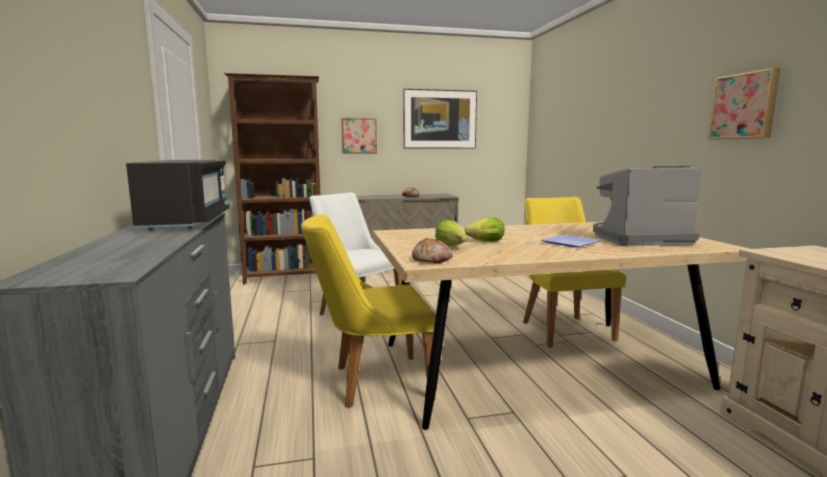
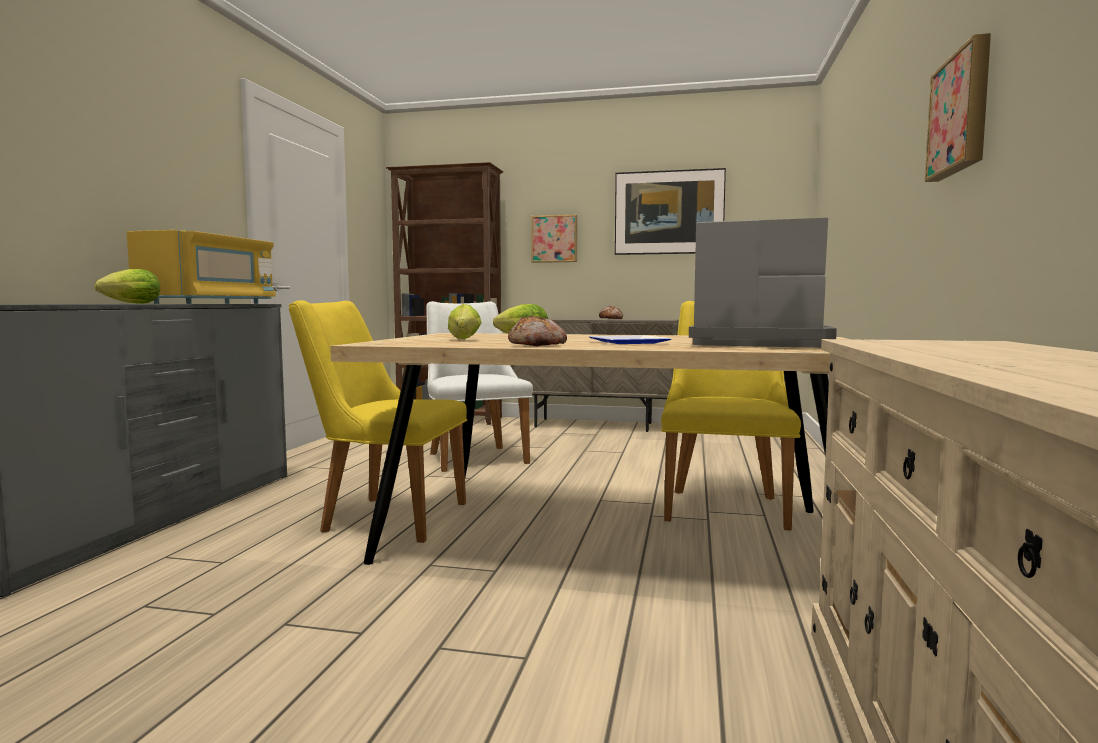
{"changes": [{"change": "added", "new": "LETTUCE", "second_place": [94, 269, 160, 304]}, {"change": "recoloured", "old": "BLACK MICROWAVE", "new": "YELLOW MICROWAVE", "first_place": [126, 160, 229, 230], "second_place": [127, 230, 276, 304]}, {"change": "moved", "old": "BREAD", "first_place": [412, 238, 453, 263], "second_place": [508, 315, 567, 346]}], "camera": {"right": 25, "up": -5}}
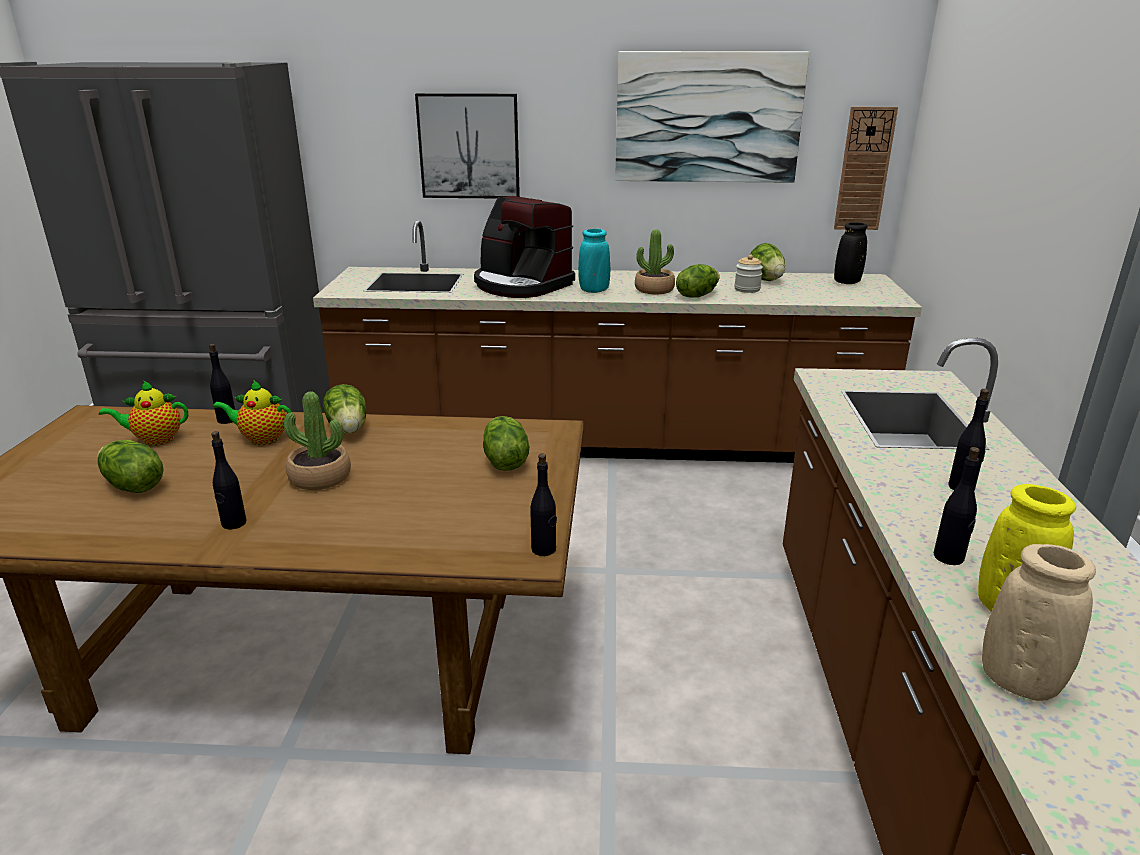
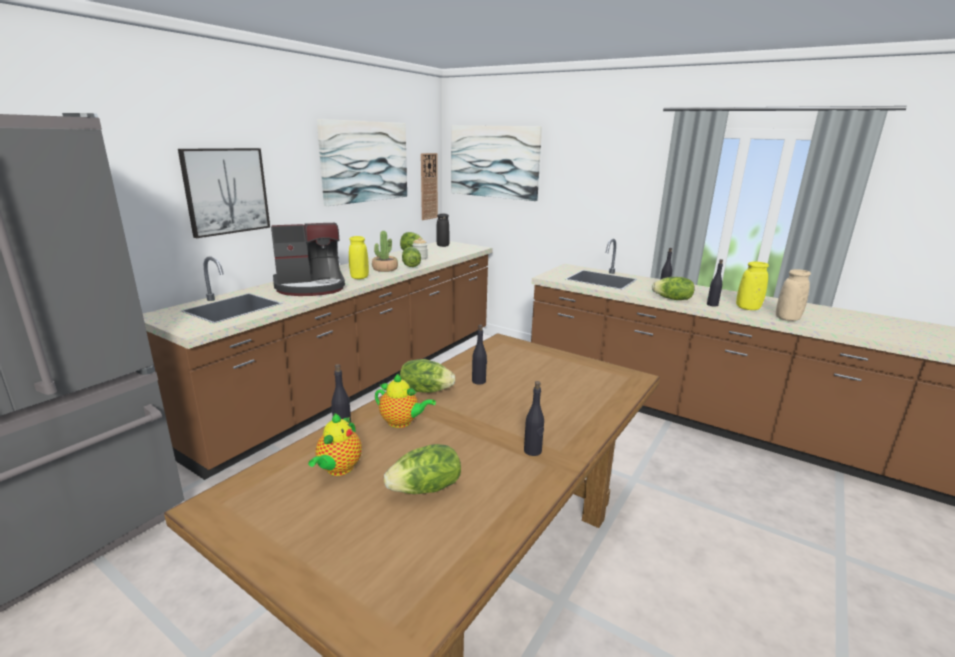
{"changes": [{"change": "recoloured", "old": "TURQUOISE VASE", "new": "YELLOW VASE", "first_place": [578, 229, 610, 293], "second_place": [349, 236, 369, 279]}, {"change": "turned", "old": "TEAPOT", "first_place": [213, 380, 291, 445], "second_place": [375, 374, 436, 428], "degrees": -105}, {"change": "added", "new": "PICTURE", "second_place": [451, 125, 542, 201]}, {"change": "moved", "old": "BLACK BOTTLE", "first_place": [530, 453, 557, 556], "second_place": [472, 324, 487, 385]}, {"change": "moved", "old": "LETTUCE", "first_place": [483, 416, 529, 471], "second_place": [652, 277, 695, 300]}, {"change": "removed", "old": "POTTED PLANT", "first_place": [284, 392, 351, 490]}], "camera": {"right": -60, "up": -5}}
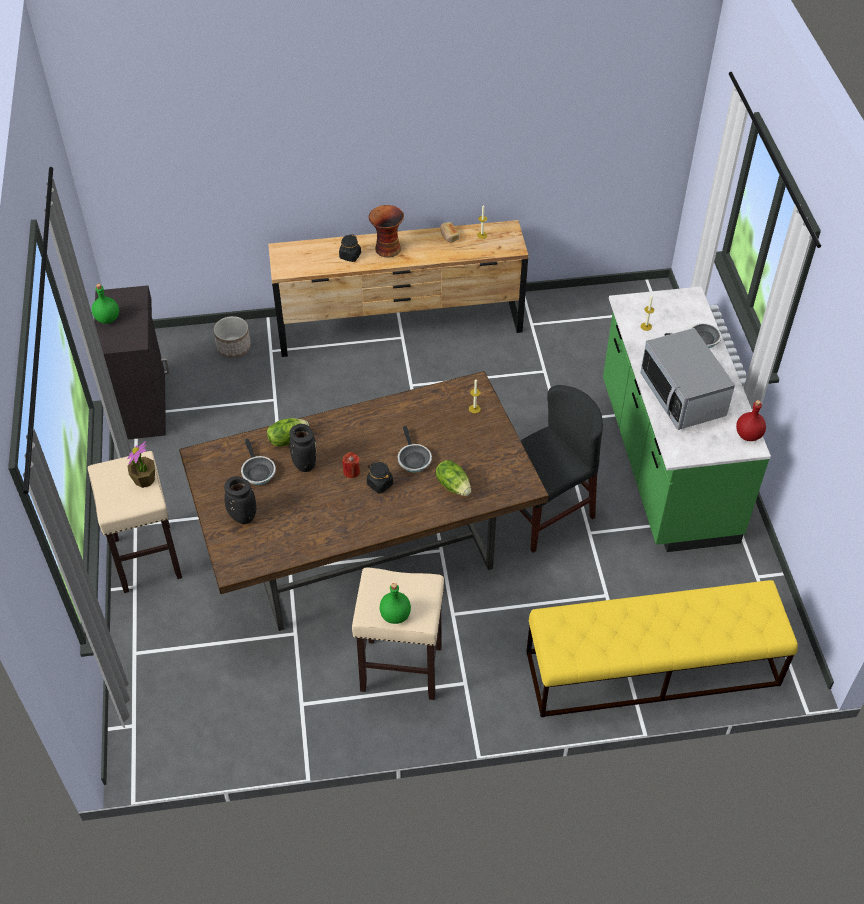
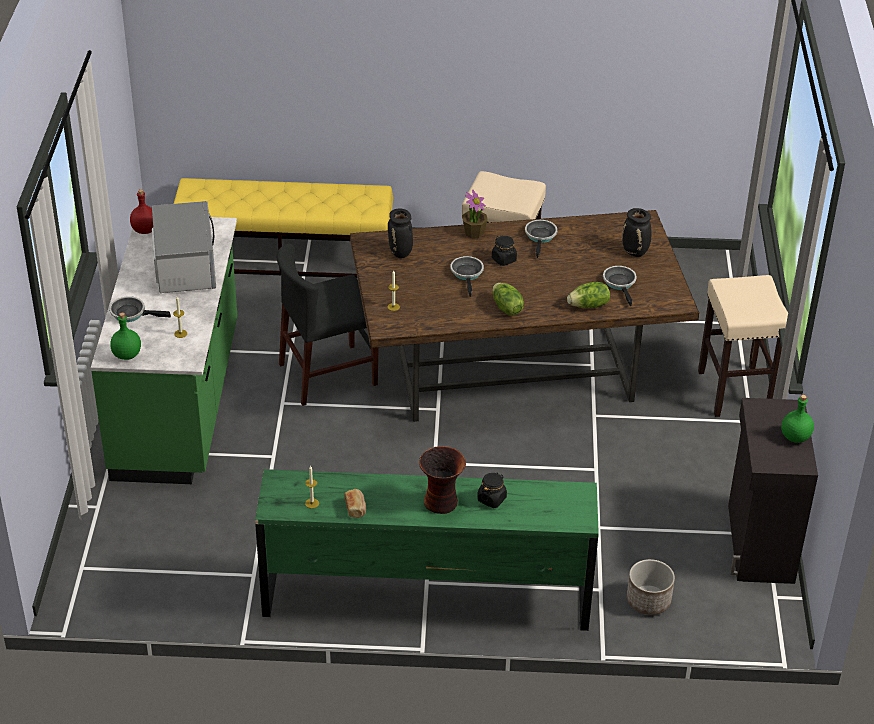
{"changes": [{"change": "moved", "old": "GREEN BOTTLE", "first_place": [380, 583, 411, 624], "second_place": [110, 312, 141, 360]}, {"change": "recoloured", "old": "BROWN DRESSER", "new": "GREEN DRESSER", "first_place": [268, 220, 528, 357], "second_place": [255, 469, 599, 631]}, {"change": "moved", "old": "BLACK VASE", "first_place": [290, 424, 317, 472], "second_place": [388, 209, 413, 258]}, {"change": "moved", "old": "POTTED PLANT", "first_place": [127, 441, 155, 488], "second_place": [462, 189, 488, 239]}, {"change": "moved", "old": "LETTUCE", "first_place": [436, 460, 471, 496], "second_place": [493, 283, 524, 316]}, {"change": "added", "new": "FRYING PAN", "second_place": [525, 220, 557, 258]}, {"change": "removed", "old": "RED CANDLE", "first_place": [342, 452, 360, 478]}], "camera": {"right": -170, "up": -10}}
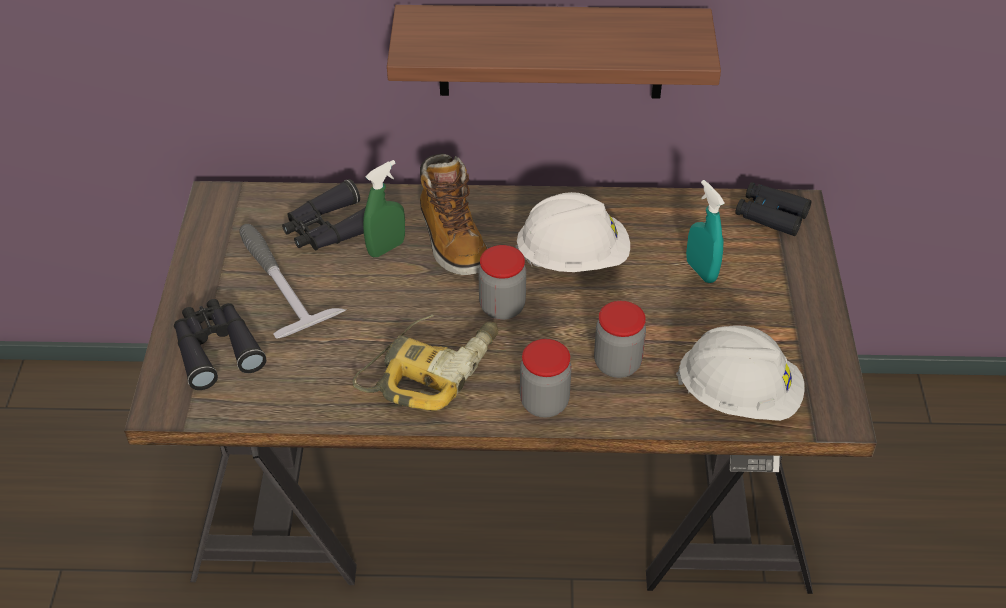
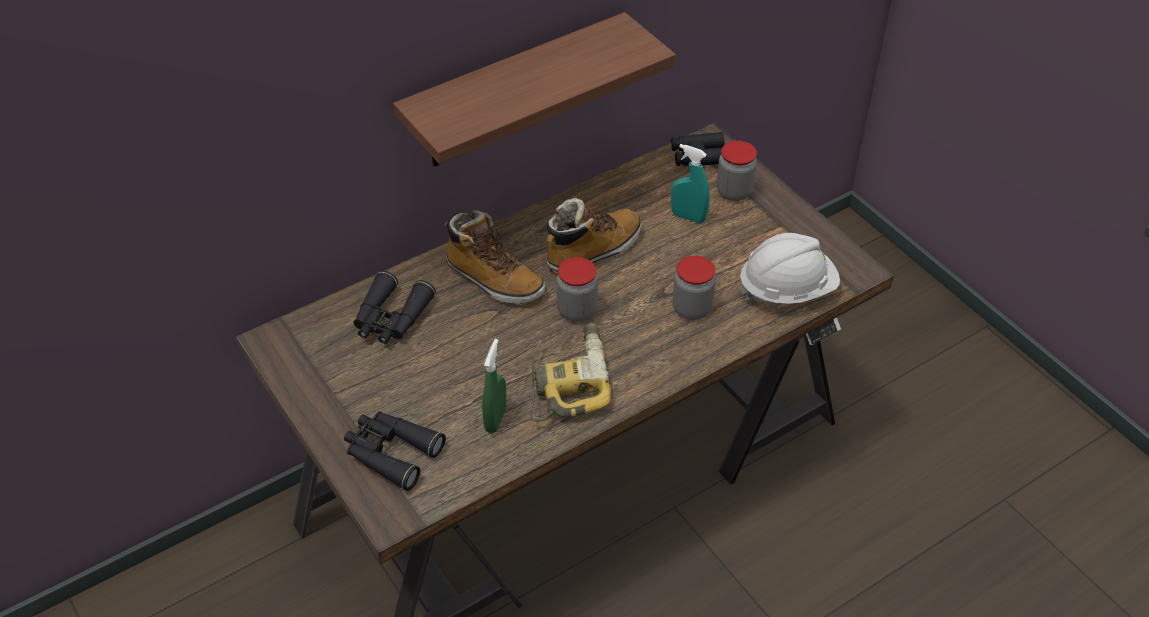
{"changes": [{"change": "moved", "old": "GREEN SPRAY BOTTLE", "first_place": [363, 160, 405, 257], "second_place": [482, 339, 507, 433]}, {"change": "replaced", "old": "WHITE HARD HAT", "new": "BOOT", "first_place": [515, 192, 630, 272], "second_place": [546, 198, 642, 274]}, {"change": "moved", "old": "JAR", "first_place": [520, 339, 572, 417], "second_place": [717, 141, 757, 201]}, {"change": "removed", "old": "HAMMER", "first_place": [239, 224, 346, 339]}], "camera": {"right": -35, "up": 0}}
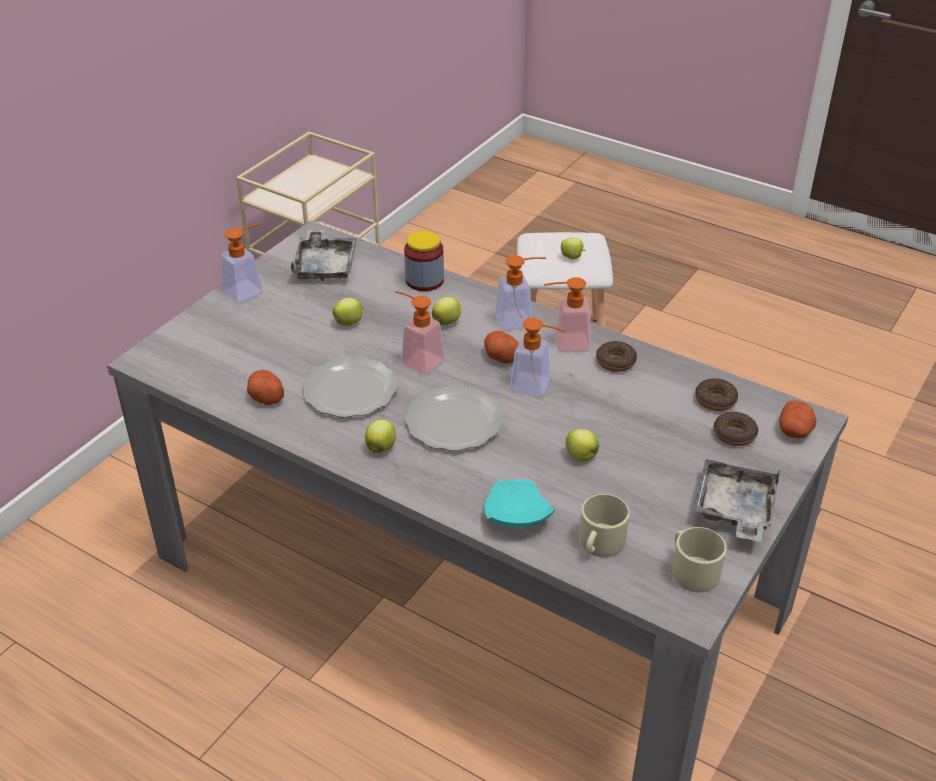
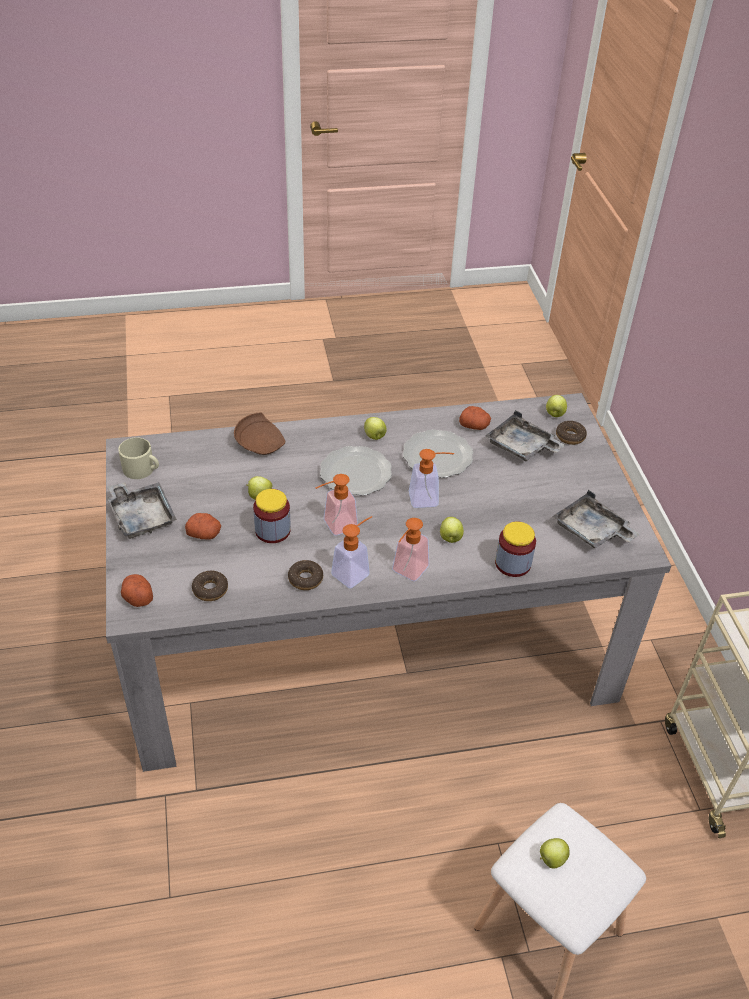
{"changes": [{"change": "moved", "old": "POTATO", "first_place": [484, 331, 519, 364], "second_place": [185, 513, 221, 539]}, {"change": "recoloured", "old": "TURQUOISE PLATE", "new": "BROWN PLATE", "first_place": [484, 479, 555, 528], "second_place": [234, 412, 285, 455]}, {"change": "added", "new": "JAR", "second_place": [253, 489, 291, 543]}, {"change": "added", "new": "GREY TRAY", "second_place": [485, 410, 565, 461]}, {"change": "moved", "old": "APPLE", "first_place": [333, 298, 364, 325], "second_place": [546, 395, 567, 417]}, {"change": "moved", "old": "DONUT", "first_place": [714, 412, 758, 446], "second_place": [556, 421, 587, 445]}, {"change": "removed", "old": "SOAP DISPENSER", "first_place": [221, 223, 263, 303]}, {"change": "removed", "old": "BEIGE MUG", "first_place": [579, 494, 630, 557]}], "camera": {"right": 135, "up": 5}}
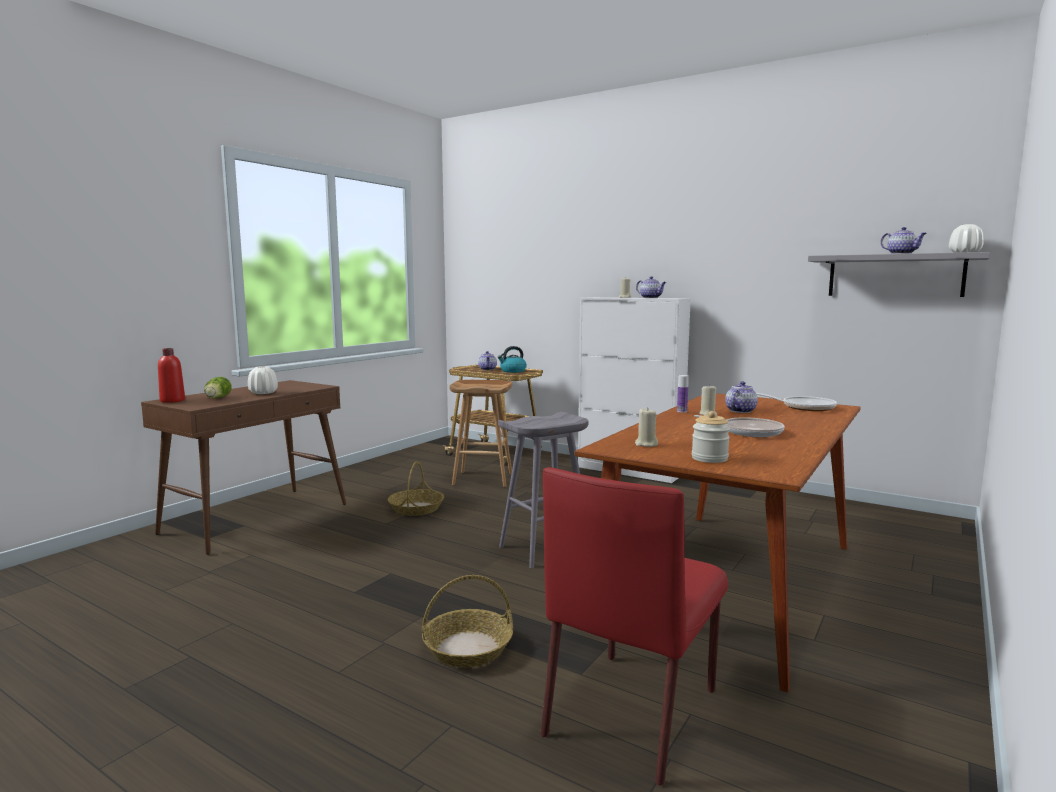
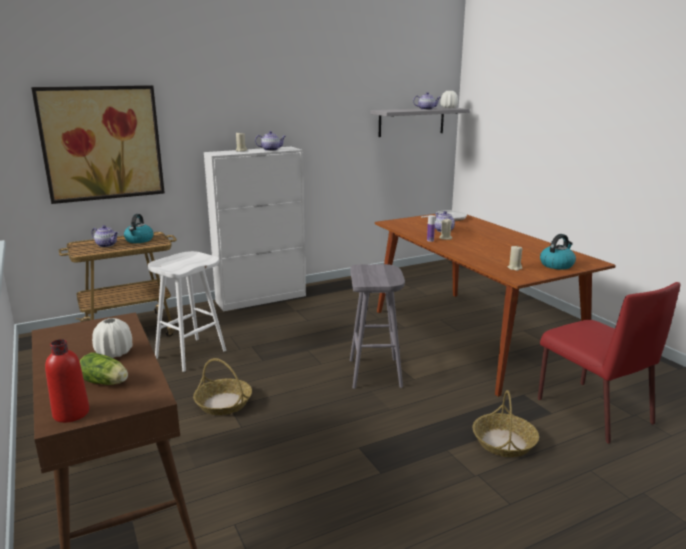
{"changes": [{"change": "added", "new": "PICTURE", "second_place": [31, 85, 165, 204]}, {"change": "recoloured", "old": "BROWN STOOL", "new": "WHITE STOOL", "first_place": [450, 380, 512, 487], "second_place": [148, 251, 226, 372]}, {"change": "replaced", "old": "JAR", "new": "KETTLE", "first_place": [692, 411, 730, 463], "second_place": [540, 234, 576, 270]}, {"change": "removed", "old": "FRYING PAN", "first_place": [694, 415, 785, 437]}], "camera": {"right": -60, "up": 10}}
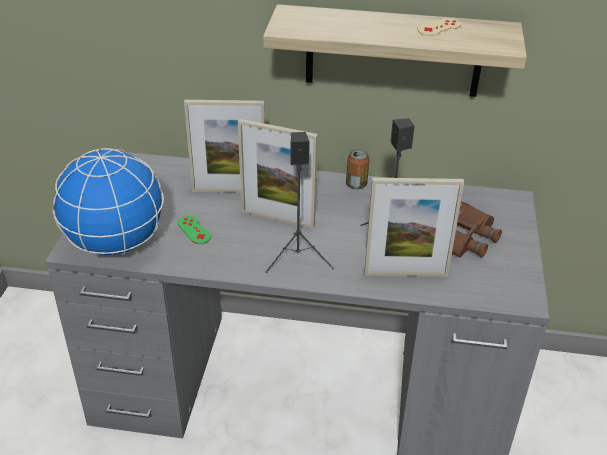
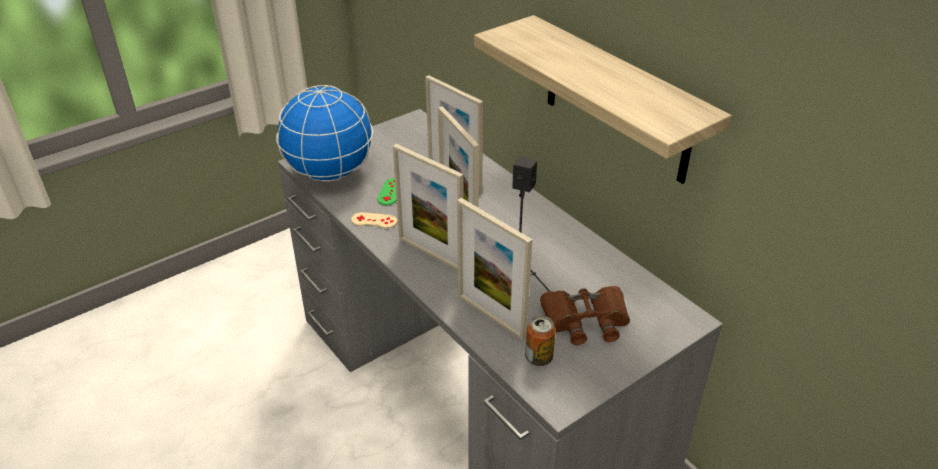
{"changes": [{"change": "moved", "old": "BEIGE GAME CONTROLLER", "first_place": [417, 18, 461, 36], "second_place": [351, 212, 397, 228]}, {"change": "replaced", "old": "BLACK SPEAKER", "new": "PICTURE FRAME", "first_place": [265, 132, 334, 273], "second_place": [393, 144, 463, 270]}, {"change": "moved", "old": "CAN", "first_place": [346, 149, 370, 189], "second_place": [525, 316, 556, 366]}], "camera": {"right": 45, "up": 0}}
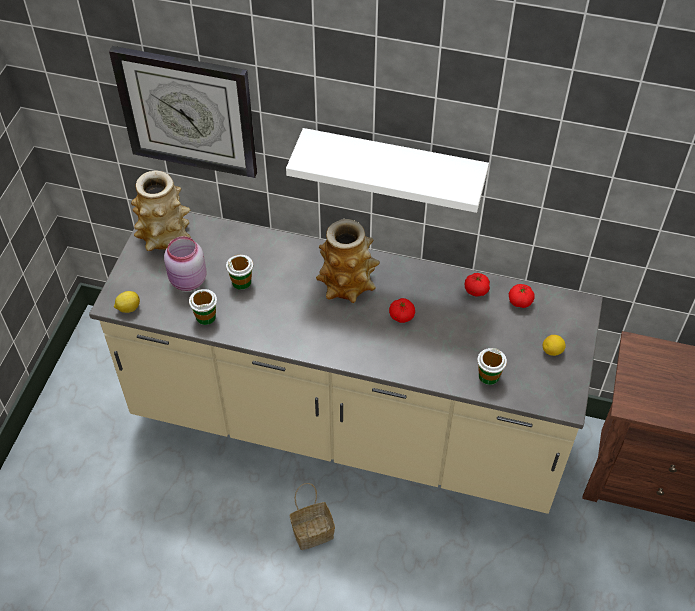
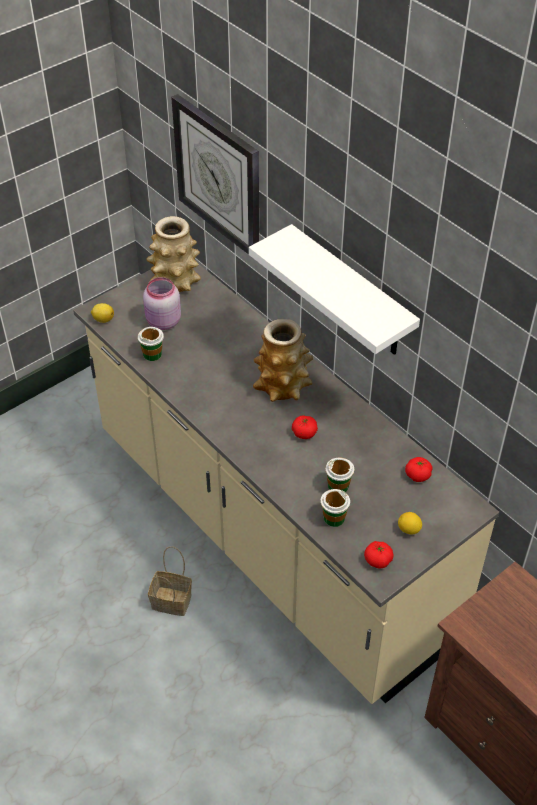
{"changes": [{"change": "moved", "old": "CUP", "first_place": [226, 255, 253, 290], "second_place": [325, 457, 354, 492]}, {"change": "moved", "old": "TOMATO", "first_place": [465, 273, 490, 297], "second_place": [364, 541, 394, 569]}], "camera": {"right": 35, "up": -5}}
